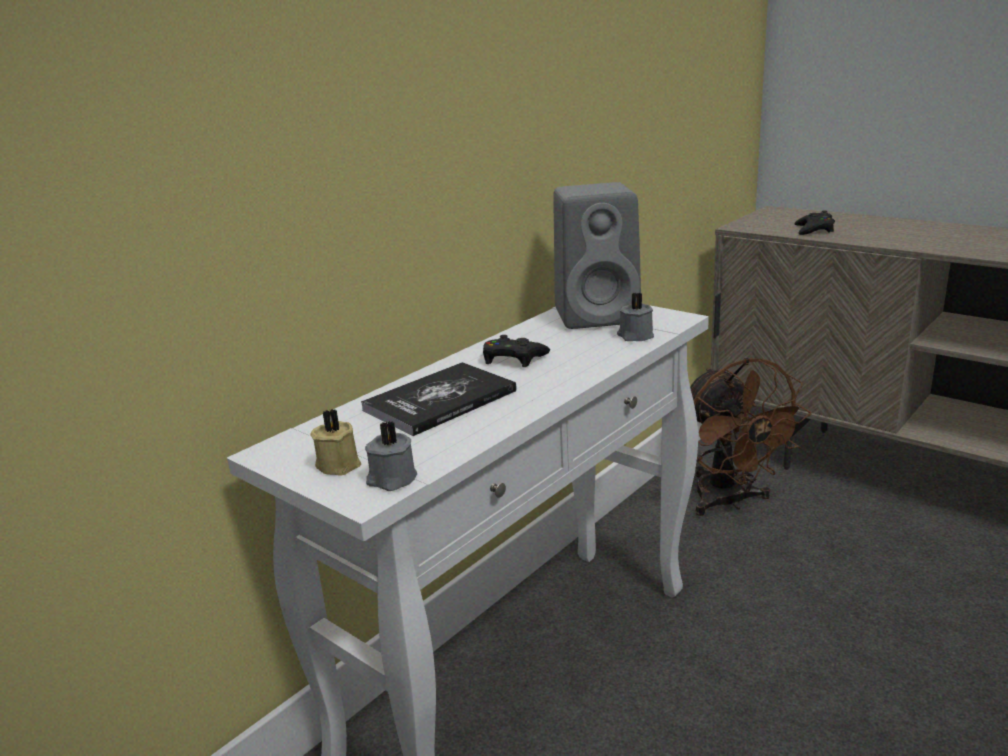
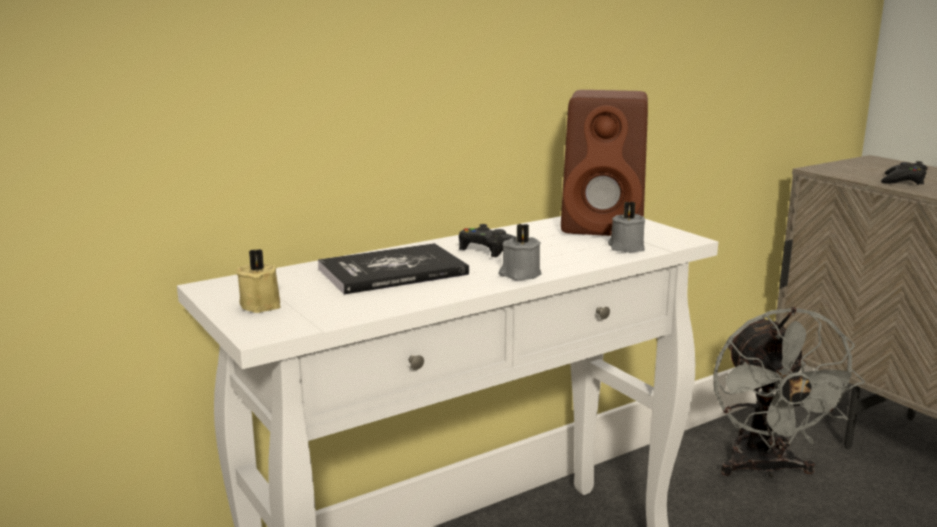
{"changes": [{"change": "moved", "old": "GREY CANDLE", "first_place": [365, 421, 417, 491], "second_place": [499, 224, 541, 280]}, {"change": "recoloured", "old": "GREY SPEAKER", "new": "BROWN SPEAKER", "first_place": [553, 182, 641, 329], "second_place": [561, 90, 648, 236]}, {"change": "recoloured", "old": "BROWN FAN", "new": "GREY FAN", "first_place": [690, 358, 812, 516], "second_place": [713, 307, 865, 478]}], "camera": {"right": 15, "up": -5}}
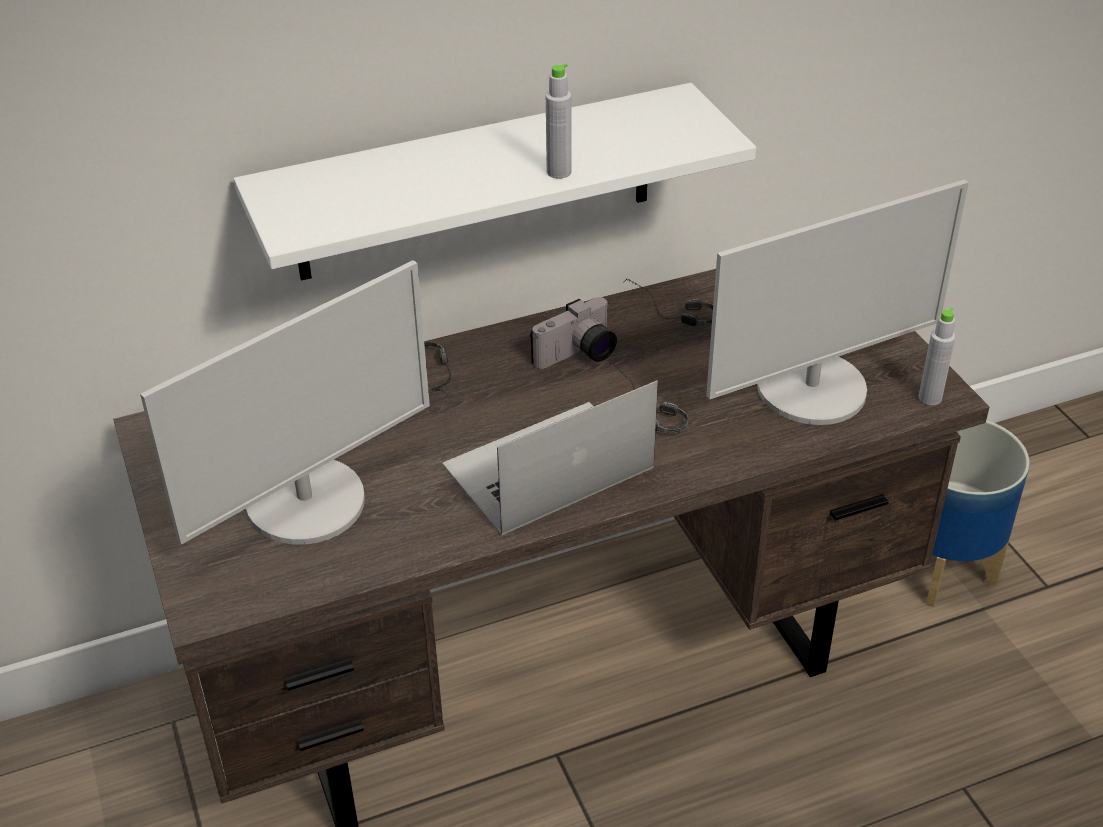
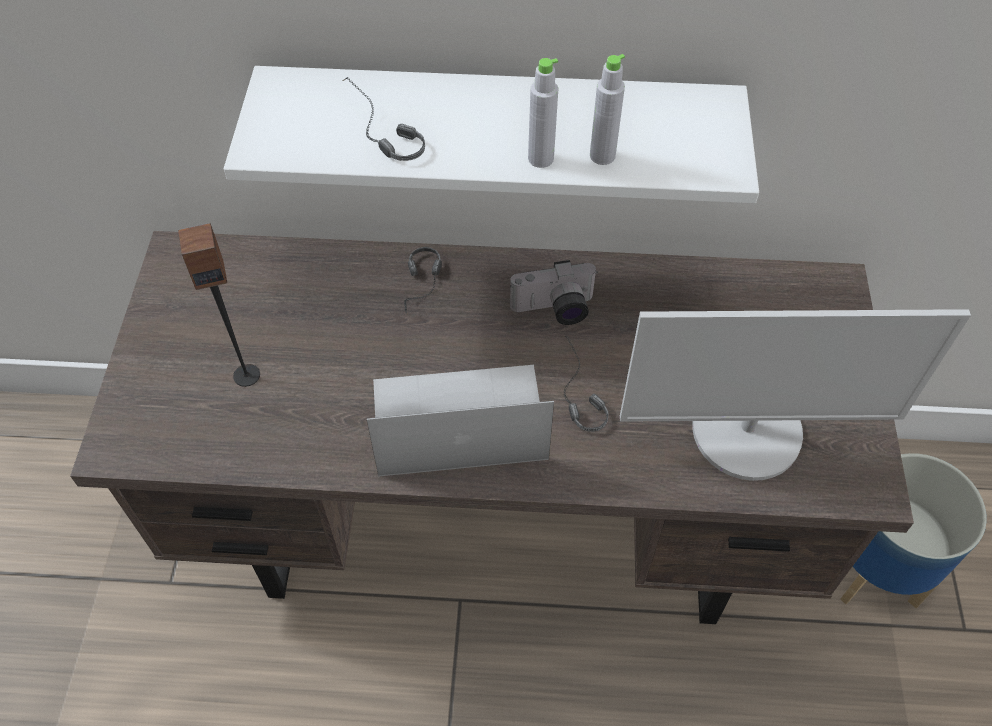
{"changes": [{"change": "replaced", "old": "MONITOR", "new": "SPEAKER", "first_place": [140, 260, 430, 545], "second_place": [178, 223, 260, 387]}, {"change": "moved", "old": "HEADPHONES", "first_place": [623, 278, 713, 326], "second_place": [343, 77, 425, 161]}, {"change": "moved", "old": "GREY BOTTLE", "first_place": [919, 307, 956, 405], "second_place": [590, 54, 625, 165]}], "camera": {"right": 25, "up": 15}}
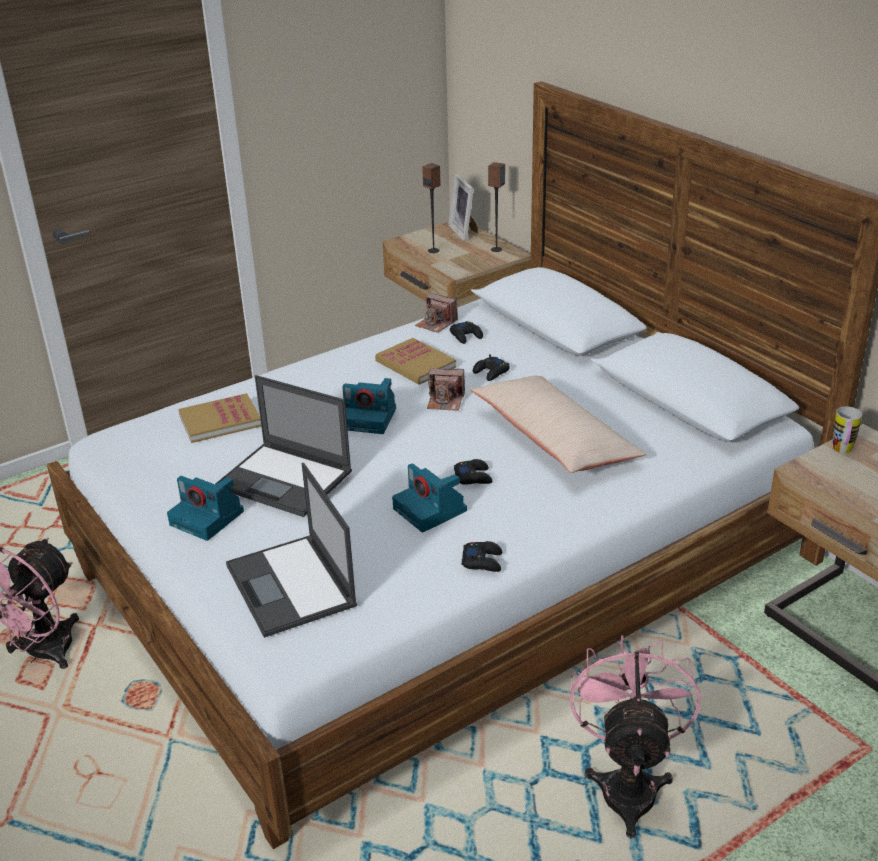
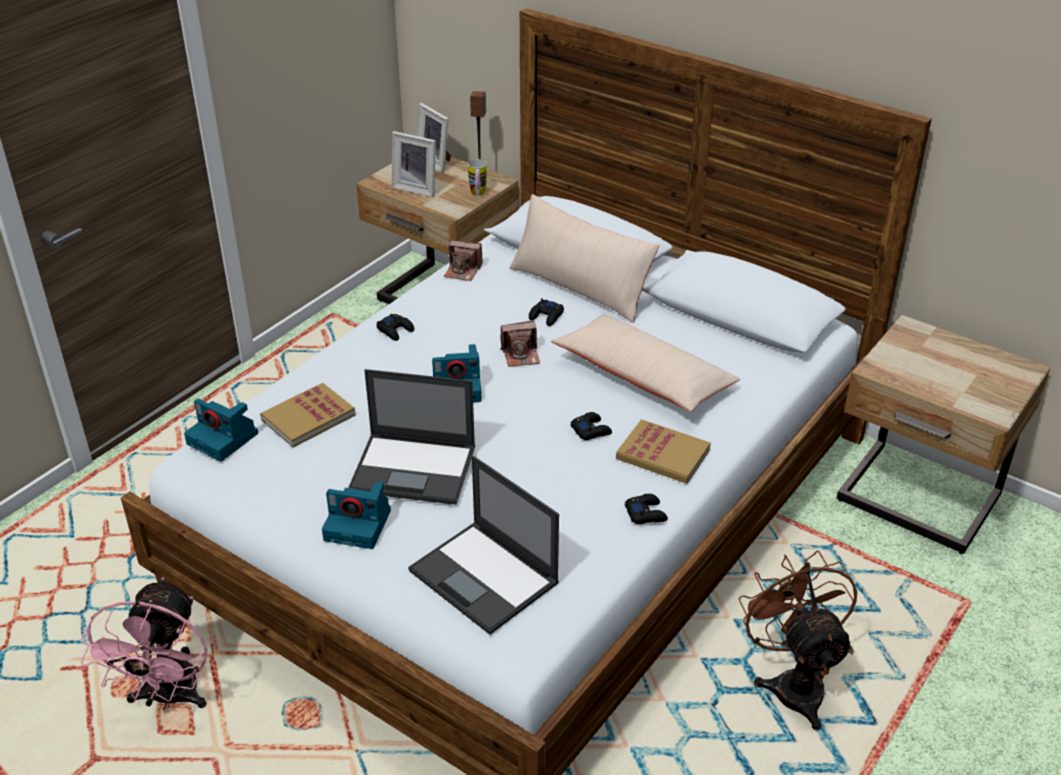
{"changes": [{"change": "moved", "old": "PHOTO CAMERA", "first_place": [392, 463, 467, 532], "second_place": [184, 399, 258, 462]}, {"change": "moved", "old": "BLACK GAME CONTROLLER", "first_place": [450, 321, 483, 344], "second_place": [376, 314, 414, 341]}, {"change": "replaced", "old": "SPEAKER", "new": "PICTURE FRAME", "first_place": [422, 163, 441, 253], "second_place": [392, 131, 436, 197]}, {"change": "moved", "old": "MUG", "first_place": [833, 407, 862, 454], "second_place": [468, 159, 487, 196]}, {"change": "added", "new": "BEIGE PILLOW", "second_place": [509, 194, 659, 323]}, {"change": "moved", "old": "BOOK", "first_place": [375, 338, 456, 385], "second_place": [616, 419, 711, 484]}, {"change": "recoloured", "old": "PINK FAN", "new": "BROWN FAN", "first_place": [570, 635, 701, 838], "second_place": [739, 551, 857, 731]}], "camera": {"right": -20, "up": 5}}
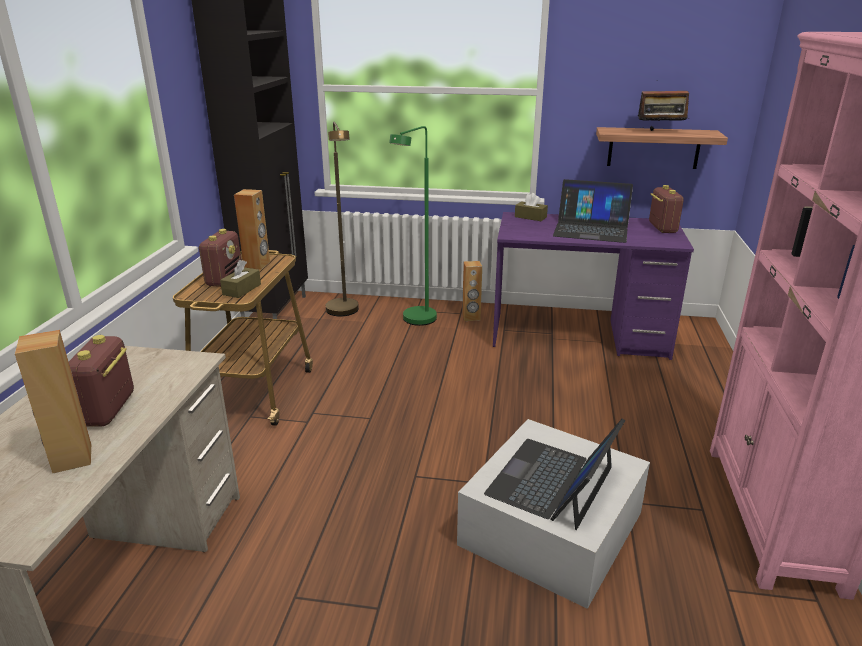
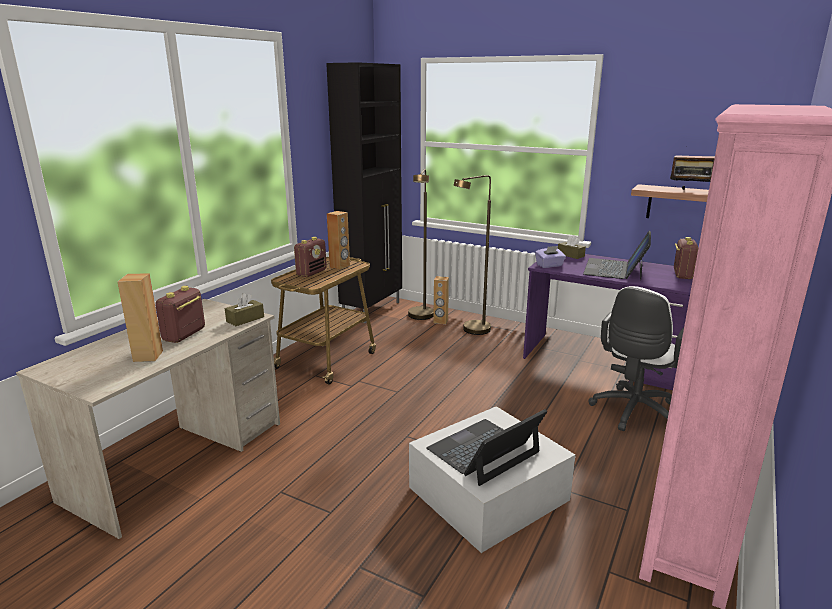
{"changes": [{"change": "moved", "old": "BROWN TISSUE BOX", "first_place": [220, 260, 261, 298], "second_place": [225, 293, 264, 326]}, {"change": "moved", "old": "BROWN SPEAKER", "first_place": [462, 261, 482, 321], "second_place": [433, 276, 449, 324]}, {"change": "recoloured", "old": "GREEN FLOOR LAMP", "new": "BROWN FLOOR LAMP", "first_place": [389, 126, 437, 326], "second_place": [453, 175, 491, 335]}, {"change": "added", "new": "PURPLE TISSUE BOX", "second_place": [535, 246, 566, 268]}, {"change": "turned", "old": "LAPTOP", "first_place": [553, 179, 633, 243], "second_place": [583, 231, 651, 280], "degrees": 75}, {"change": "added", "new": "WHITE OFFICE CHAIR", "second_place": [589, 286, 684, 431]}], "camera": {"right": 20, "up": -5}}
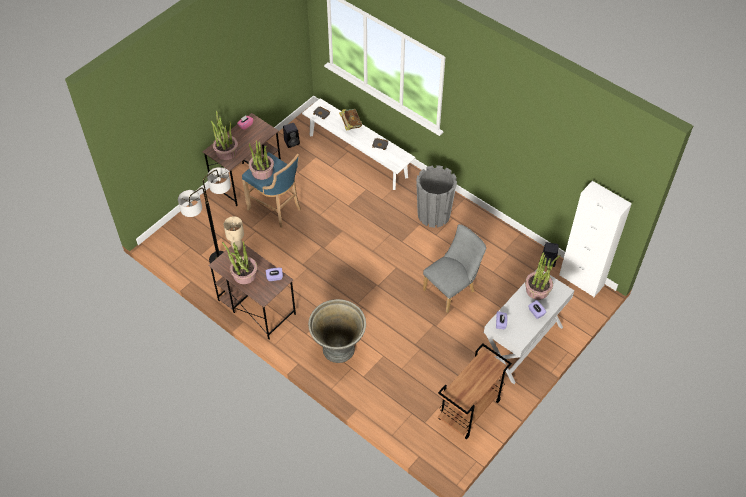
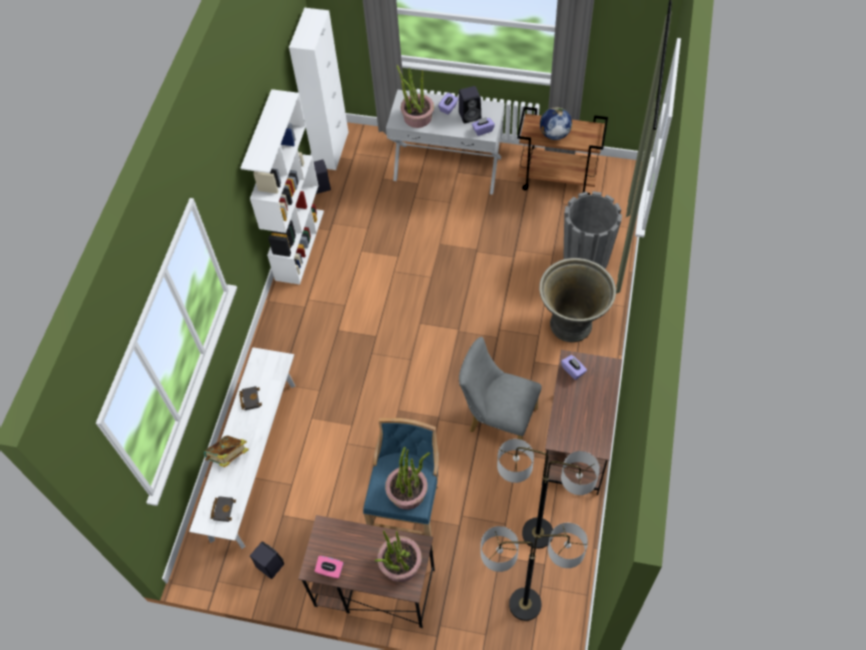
{"changes": [{"change": "added", "new": "WHITE BOOKCASE", "second_place": [241, 89, 324, 285]}, {"change": "added", "new": "BLACK SPEAKER", "second_place": [459, 86, 481, 123]}, {"change": "moved", "old": "GREY CHAIR", "first_place": [423, 224, 486, 313], "second_place": [459, 337, 542, 440]}, {"change": "added", "new": "FLOOR LAMP", "second_place": [481, 523, 588, 621]}, {"change": "added", "new": "GLOBE", "second_place": [540, 107, 572, 140]}, {"change": "moved", "old": "GREY PLANTER", "first_place": [416, 165, 457, 228], "second_place": [563, 191, 622, 269]}, {"change": "removed", "old": "POTTED PLANT", "first_place": [222, 241, 257, 284]}, {"change": "removed", "old": "BEIGE TABLE LAMP", "first_place": [224, 216, 244, 250]}], "camera": {"right": -115, "up": 5}}
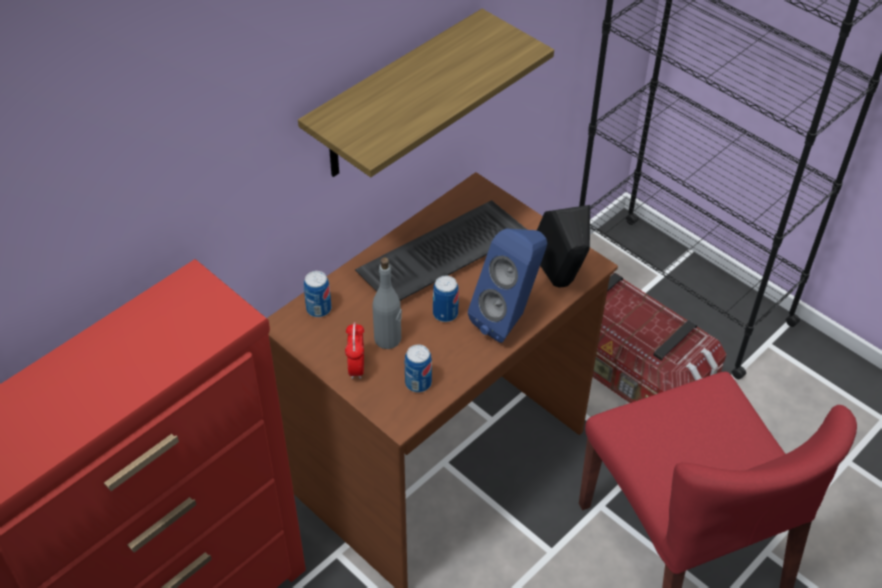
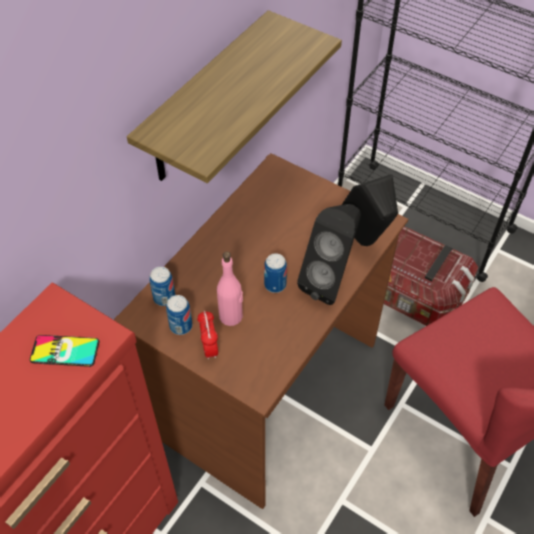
{"changes": [{"change": "added", "new": "PHONE", "second_place": [30, 335, 99, 367]}, {"change": "moved", "old": "CAN", "first_place": [405, 345, 432, 393], "second_place": [166, 295, 192, 335]}, {"change": "recoloured", "old": "GREY BOTTLE", "new": "PINK BOTTLE", "first_place": [372, 257, 402, 349], "second_place": [217, 252, 243, 326]}, {"change": "recoloured", "old": "BLUE SPEAKER", "new": "BLACK SPEAKER", "first_place": [468, 228, 547, 343], "second_place": [297, 204, 361, 305]}, {"change": "removed", "old": "KEYBOARD", "first_place": [355, 200, 527, 301]}], "camera": {"right": -10, "up": 5}}
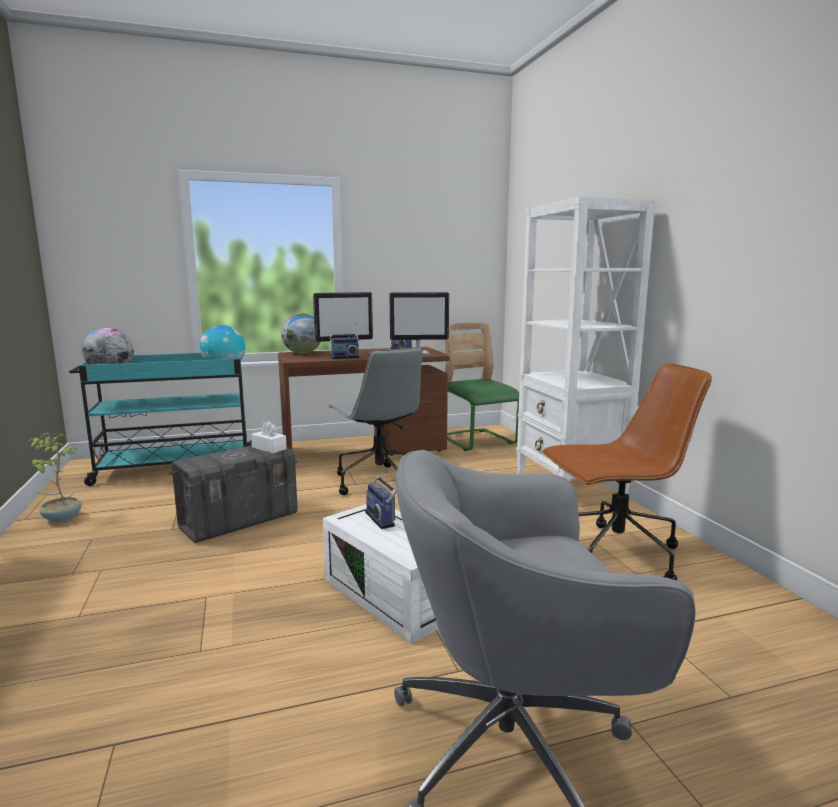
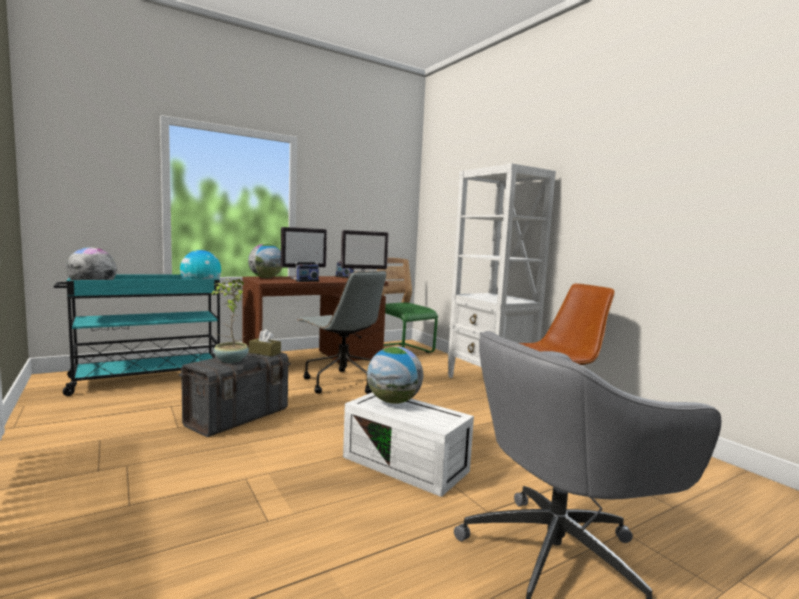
{"changes": [{"change": "moved", "old": "POTTED PLANT", "first_place": [29, 432, 82, 523], "second_place": [211, 279, 249, 363]}, {"change": "recoloured", "old": "WHITE TISSUE BOX", "new": "BROWN TISSUE BOX", "first_place": [251, 421, 287, 453], "second_place": [249, 329, 281, 356]}, {"change": "replaced", "old": "RADIO", "new": "GLOBE", "first_place": [365, 471, 397, 529], "second_place": [367, 346, 423, 404]}], "camera": {"right": -15, "up": -5}}
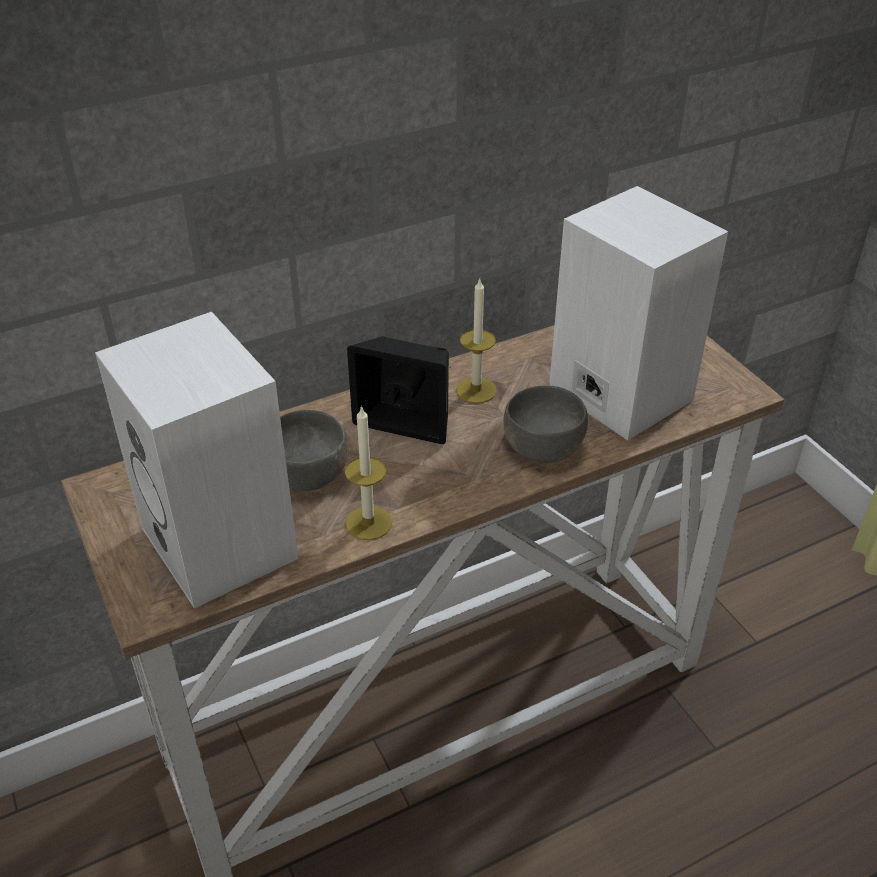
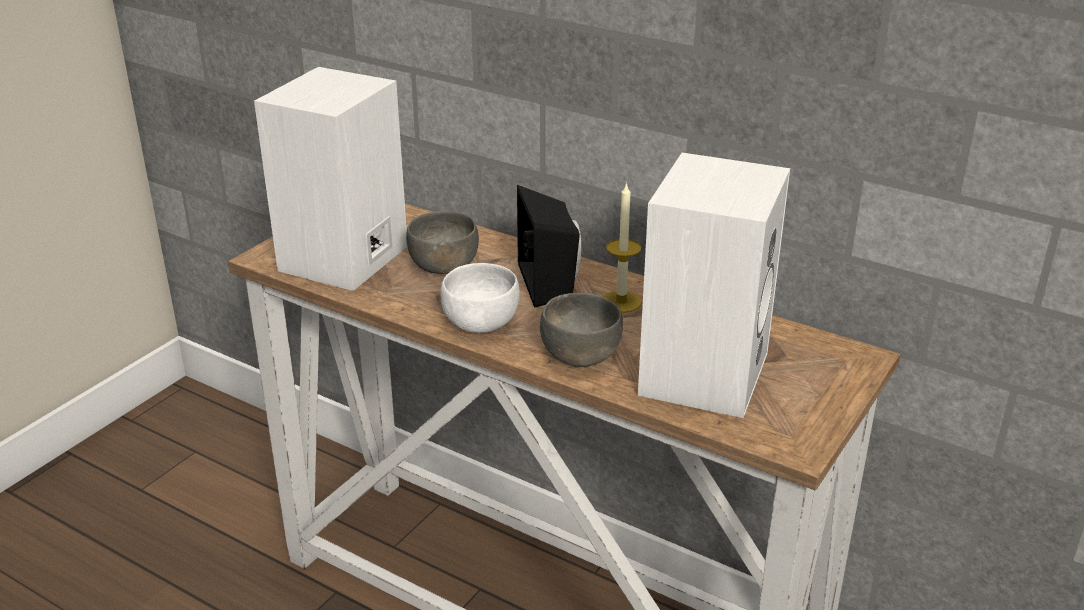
{"changes": [{"change": "added", "new": "WHITE BOWL", "second_place": [440, 263, 520, 333]}, {"change": "removed", "old": "CANDLE", "first_place": [345, 405, 392, 540]}], "camera": {"right": 60, "up": -10}}
